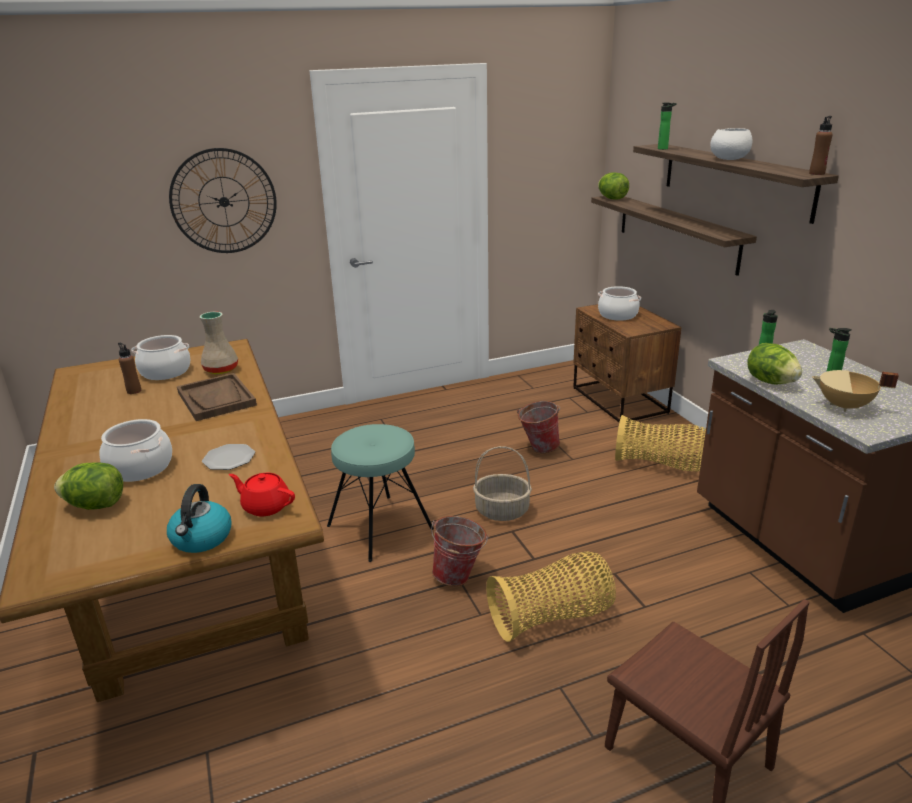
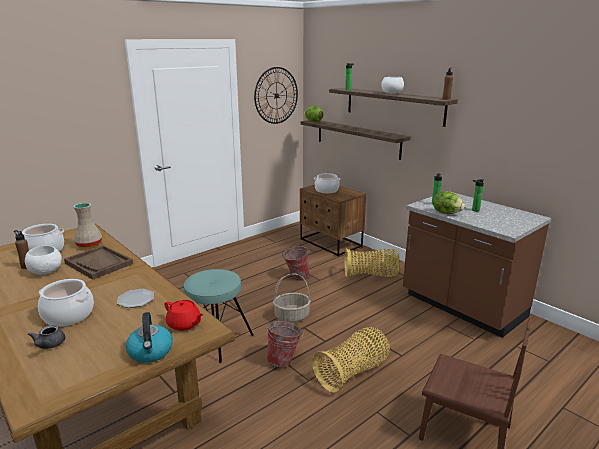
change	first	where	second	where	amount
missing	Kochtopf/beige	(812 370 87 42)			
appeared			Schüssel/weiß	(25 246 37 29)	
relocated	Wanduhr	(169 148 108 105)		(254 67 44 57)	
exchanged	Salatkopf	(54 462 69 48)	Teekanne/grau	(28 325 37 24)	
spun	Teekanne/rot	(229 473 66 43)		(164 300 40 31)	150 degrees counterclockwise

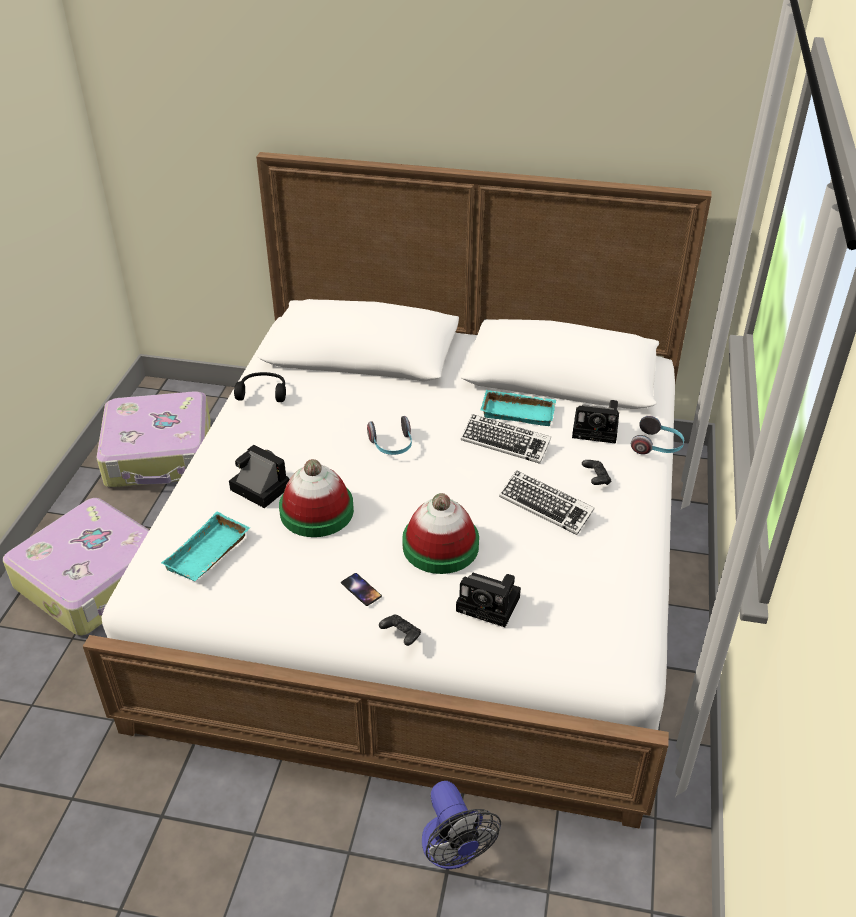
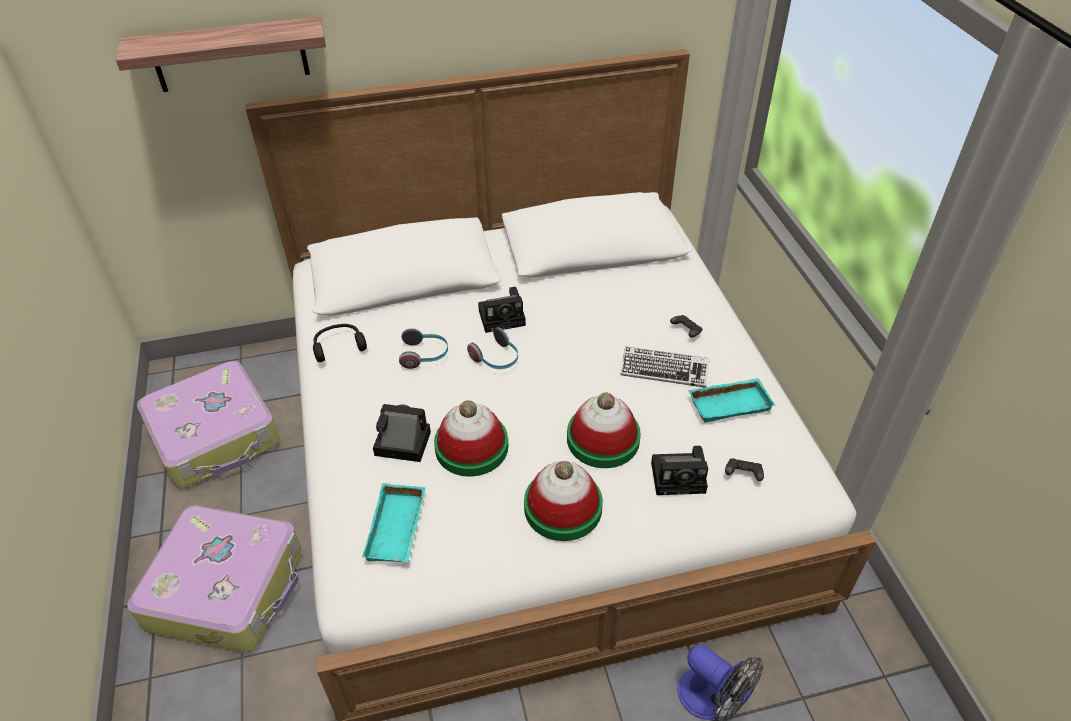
change	first	where	second	where	amount
missing	Tastatur	(461 414 90 50)			
appeared			Wandregal	(116 16 210 76)	
relocated	Gamepad/schwarz	(379 614 42 32)		(725 458 39 23)	
relocated	Tablett/türkis	(481 390 75 36)		(688 378 88 44)	
relocated	Kamera	(572 400 47 44)		(478 287 48 46)	
relocated	Kopfhörer	(631 416 53 39)		(399 328 49 41)	
exchanged	Handy	(341 573 41 33)	Hut	(524 461 79 80)	

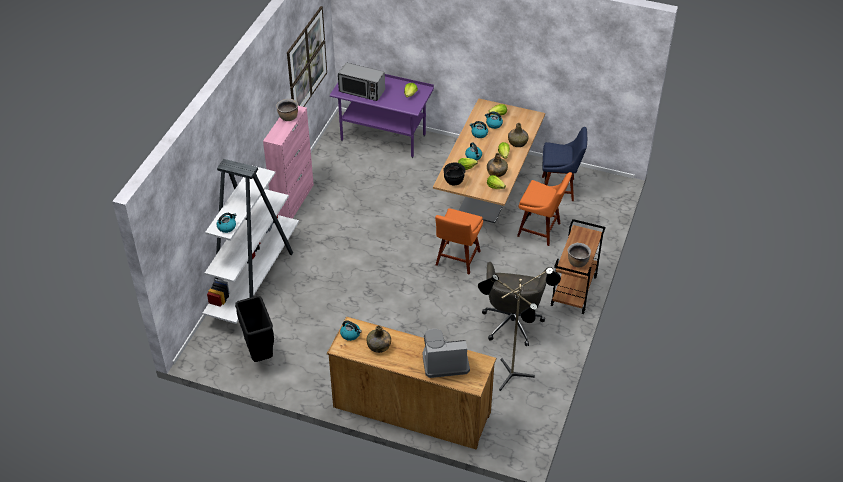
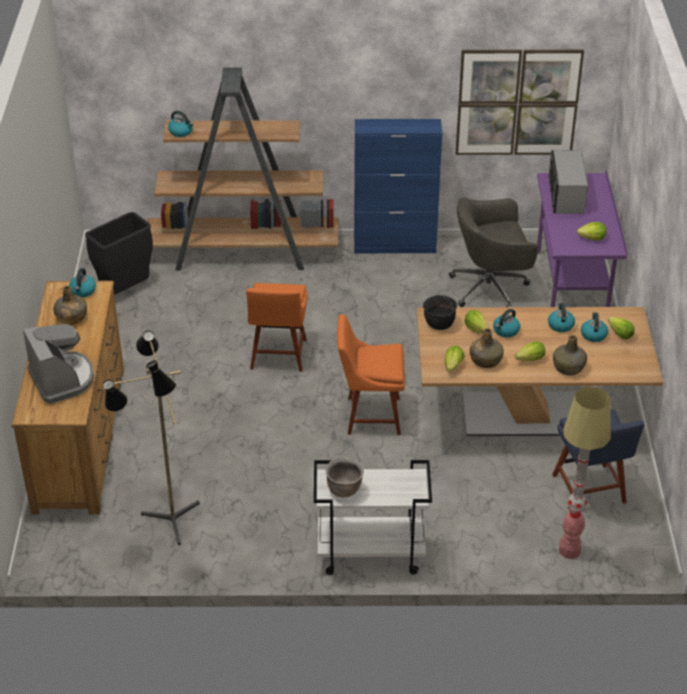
change	first	where	second	where	amount
missing	Kochtopf/braun	(276 99 22 22)			
appeared			Stehlampe	(559 386 52 173)	
relocated	Bürostuhl/grau	(482 262 65 84)		(449 197 89 110)	
relocated	Stuhl/orange	(517 172 55 74)		(246 283 61 89)	
colour	Bücherregal/weiß	(203 159 96 165)	Bücherregal/braun	(147 68 191 203)	
colour	Schrank/rosa	(263 106 51 113)	Schrank/blau	(354 119 88 134)	
colour	Rollwagen/braun	(551 219 55 95)	Rollwagen/weiß	(314 460 118 115)	

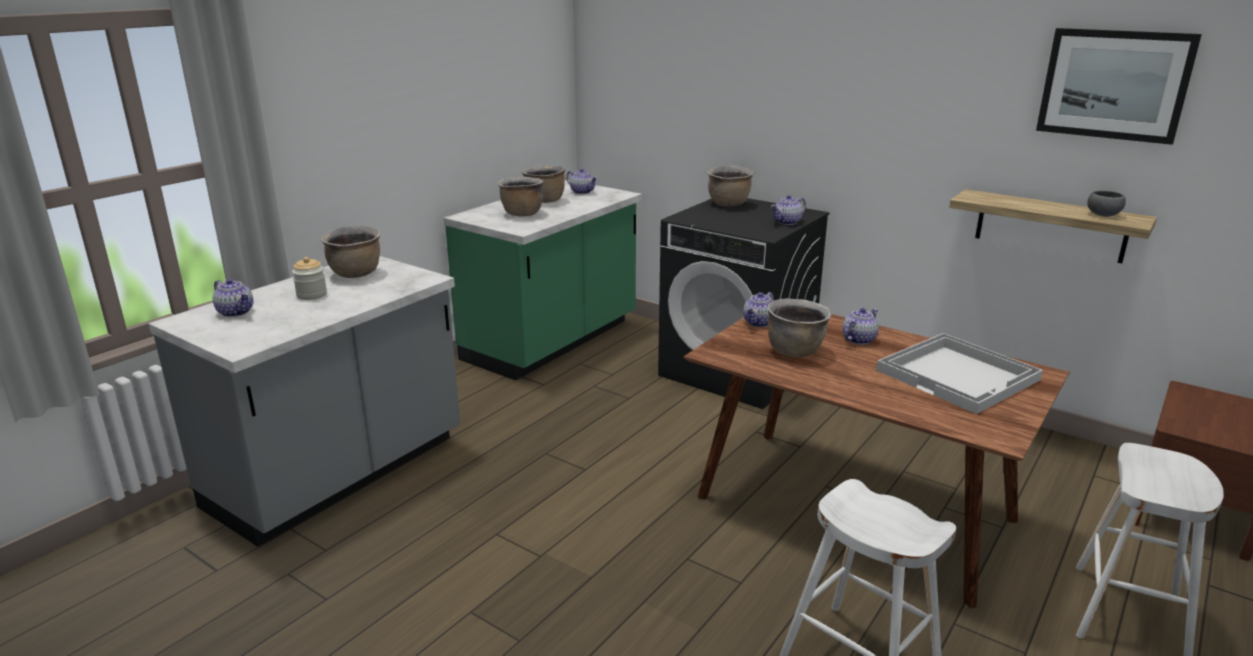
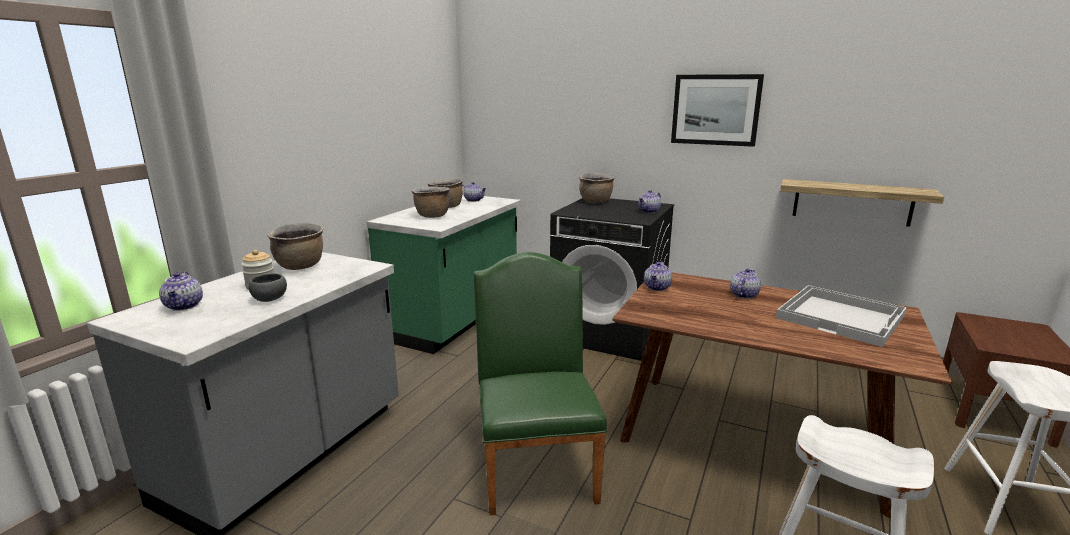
change	first	where	second	where	amount
missing	Kochtopf/braun	(768 298 63 59)			
appeared			Stuhl/grün	(474 252 133 263)	
relocated	Bild	(1036 28 166 117)		(671 74 93 73)	
relocated	Schüssel/grau	(1087 191 39 26)		(249 273 38 29)	
spun	Teekanne	(213 279 40 38)		(159 272 44 39)	45 degrees clockwise

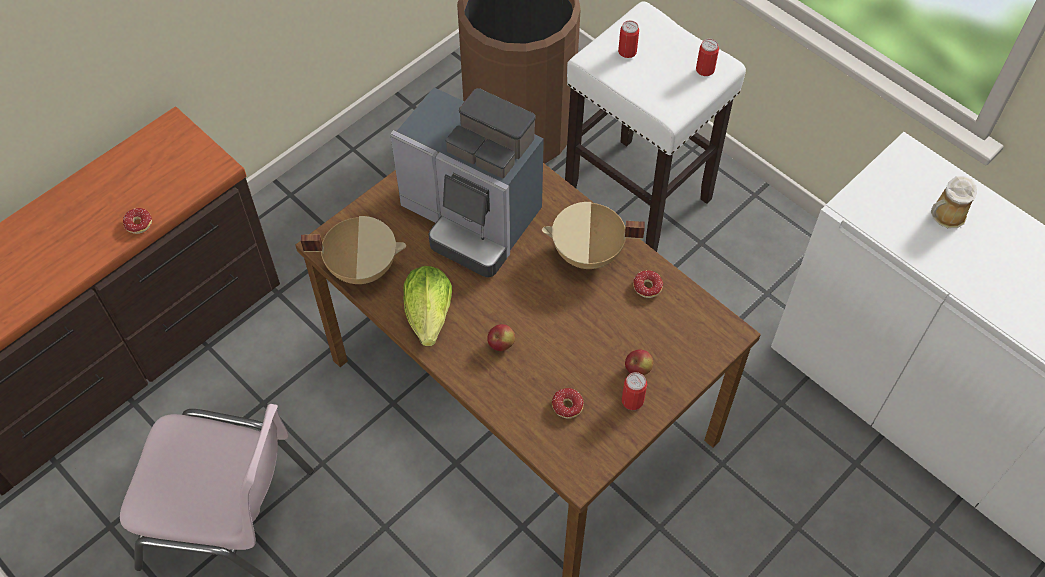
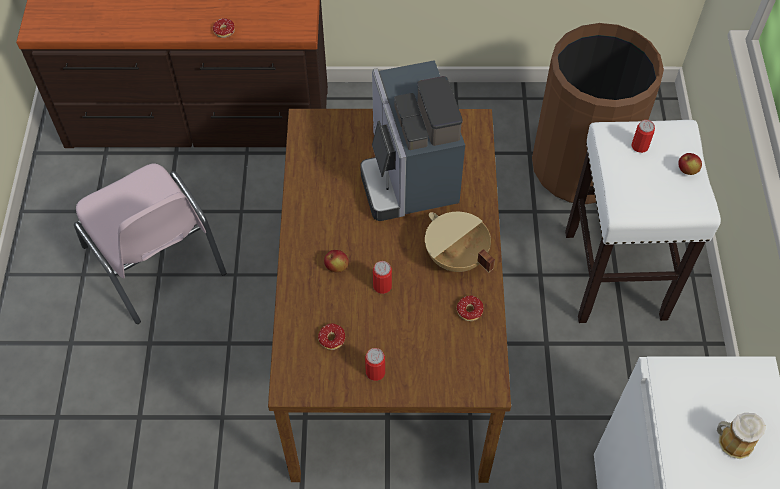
change	first	where	second	where	amount
missing	Kochtopf/beige	(301 216 105 68)			
missing	Salatkopf	(403 266 49 80)			
relocated	Apfel	(625 349 28 26)		(678 153 24 22)	
relocated	Dose	(696 39 23 37)		(373 261 19 33)	

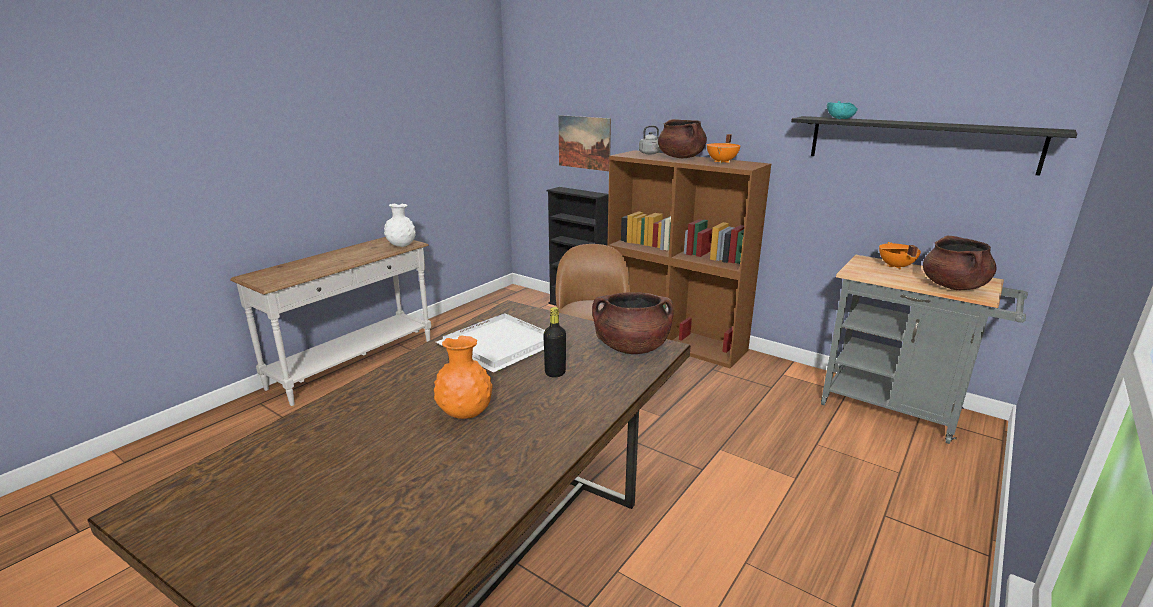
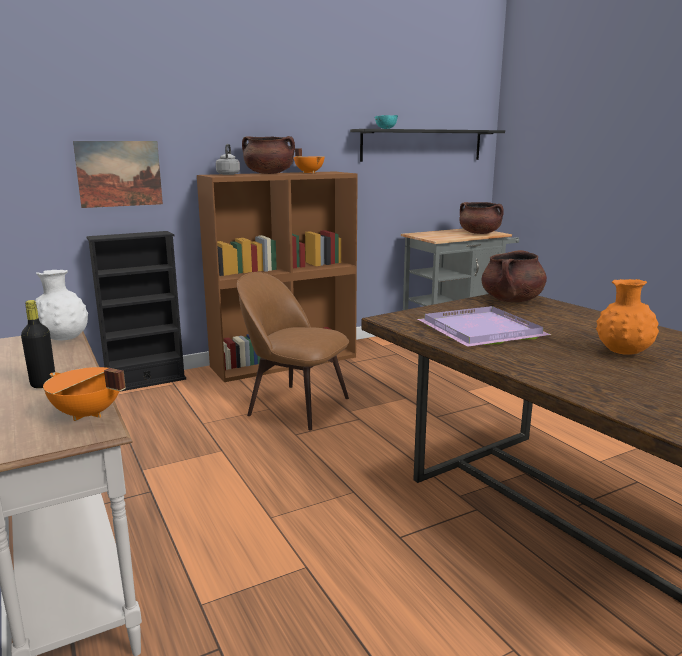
change	first	where	second	where	amount
relocated	Flasche/schwarz	(543 307 23 70)		(21 300 34 88)	
relocated	Kochtopf/orange	(879 242 42 28)		(43 367 83 54)	
colour	Tablett/weiß	(436 313 109 60)	Tablett/lila	(418 306 133 41)	

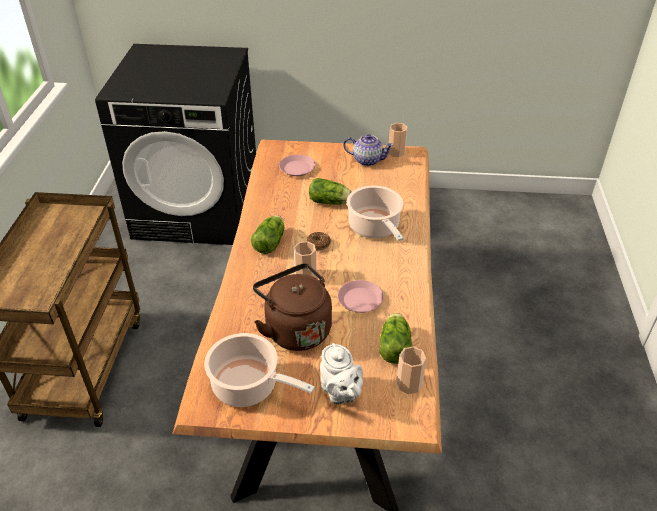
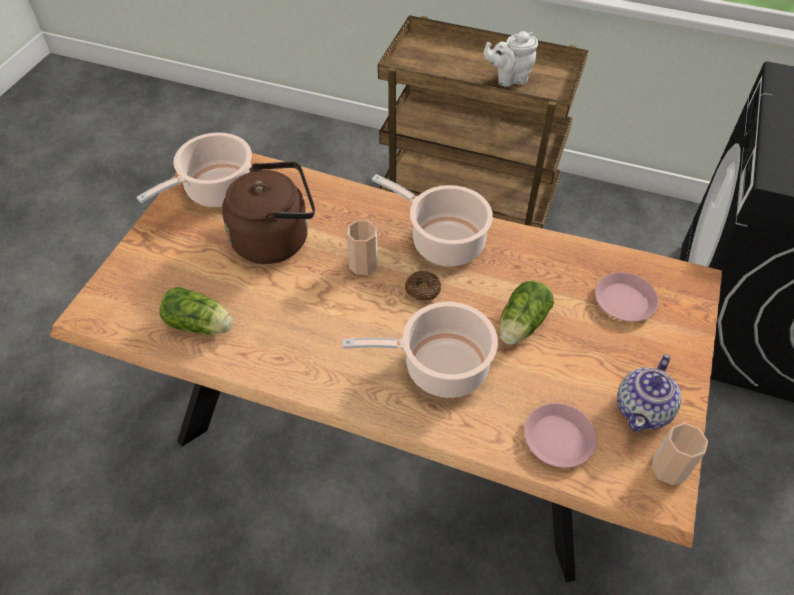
change	first	where	second	where	amount
missing	Tasse	(396 346 30 48)			
relocated	Teekanne/weiß	(320 343 43 62)		(484 31 54 56)	
relocated	Teller/rosa	(338 280 45 33)		(524 403 73 65)	
exchanged	Salatkopf	(251 215 33 39)	Kochtopf	(372 174 121 92)	

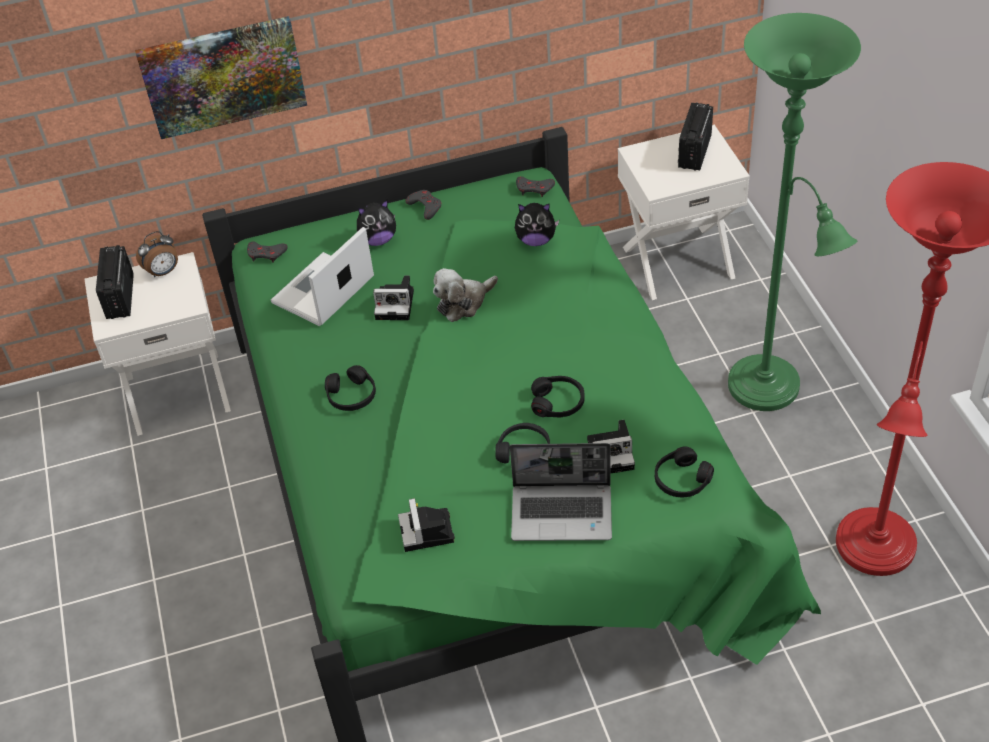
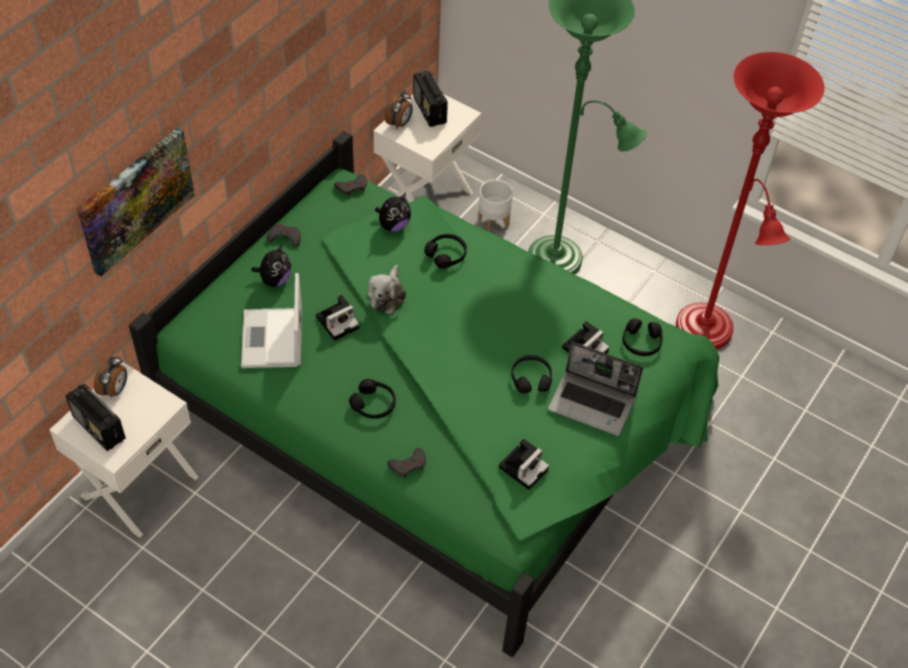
change	first	where	second	where	amount
appeared			Wecker	(385 91 28 38)	
appeared			Pflanzkübel/weiß	(478 180 35 52)	
relocated	Gamepad/grau	(247 241 41 22)		(387 448 39 30)	
relocated	Kopfhörer/schwarz	(531 376 54 41)		(424 234 43 35)	
spun	Kamera	(398 498 57 54)		(499 439 50 51)	90 degrees counterclockwise
spun	Laptop	(510 443 102 98)		(548 342 95 94)	60 degrees clockwise

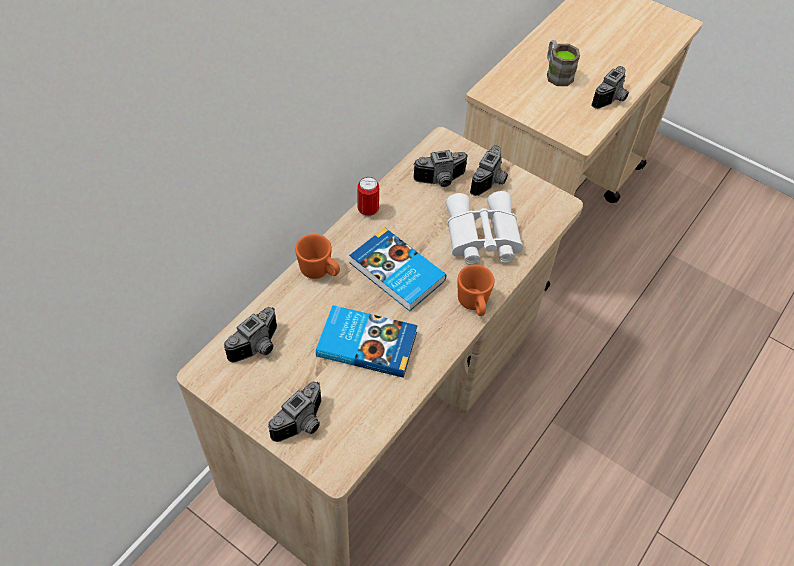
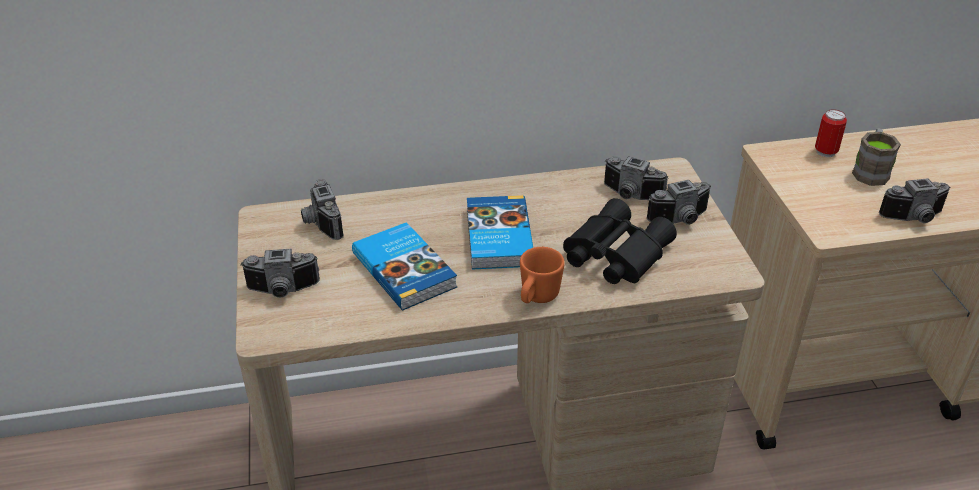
change	first	where	second	where	amount
missing	Henkelbecher/orange	(295 234 45 45)			
relocated	Dose	(357 177 22 40)		(815 109 32 48)	
colour	Fernglas/weiß	(446 191 77 73)	Fernglas/schwarz	(563 198 114 86)	
spun	Kamera	(224 307 53 56)		(301 179 43 61)	75 degrees clockwise

